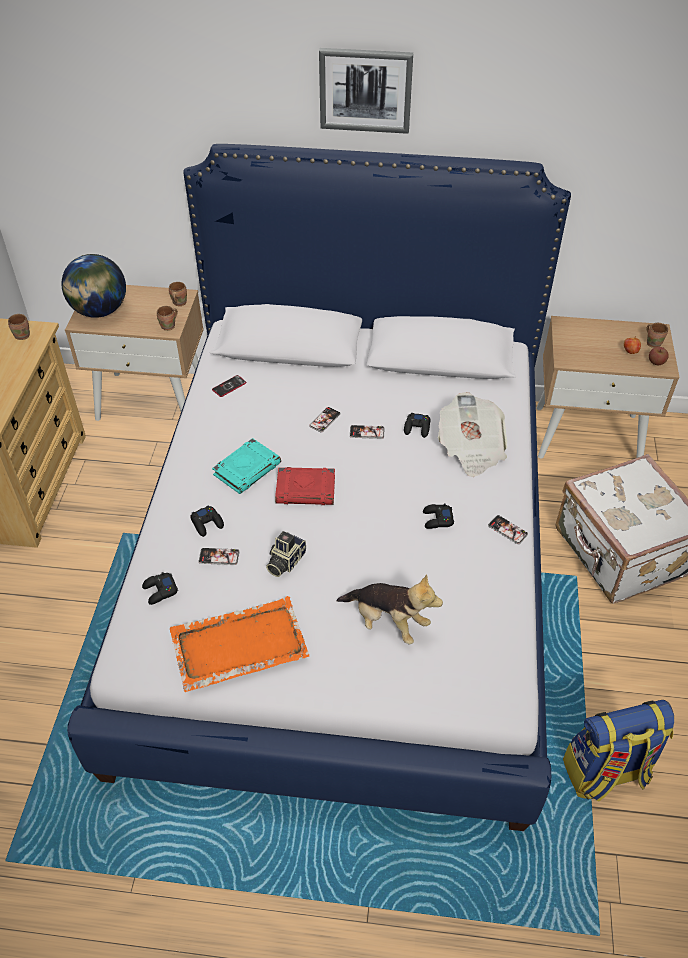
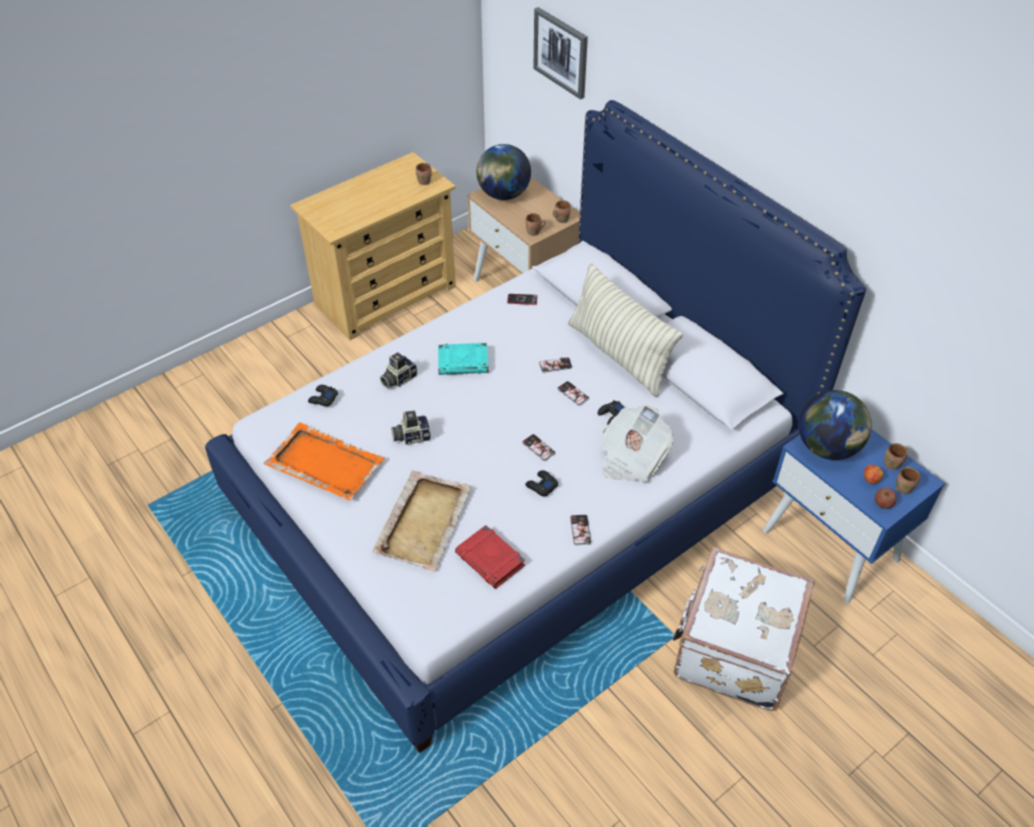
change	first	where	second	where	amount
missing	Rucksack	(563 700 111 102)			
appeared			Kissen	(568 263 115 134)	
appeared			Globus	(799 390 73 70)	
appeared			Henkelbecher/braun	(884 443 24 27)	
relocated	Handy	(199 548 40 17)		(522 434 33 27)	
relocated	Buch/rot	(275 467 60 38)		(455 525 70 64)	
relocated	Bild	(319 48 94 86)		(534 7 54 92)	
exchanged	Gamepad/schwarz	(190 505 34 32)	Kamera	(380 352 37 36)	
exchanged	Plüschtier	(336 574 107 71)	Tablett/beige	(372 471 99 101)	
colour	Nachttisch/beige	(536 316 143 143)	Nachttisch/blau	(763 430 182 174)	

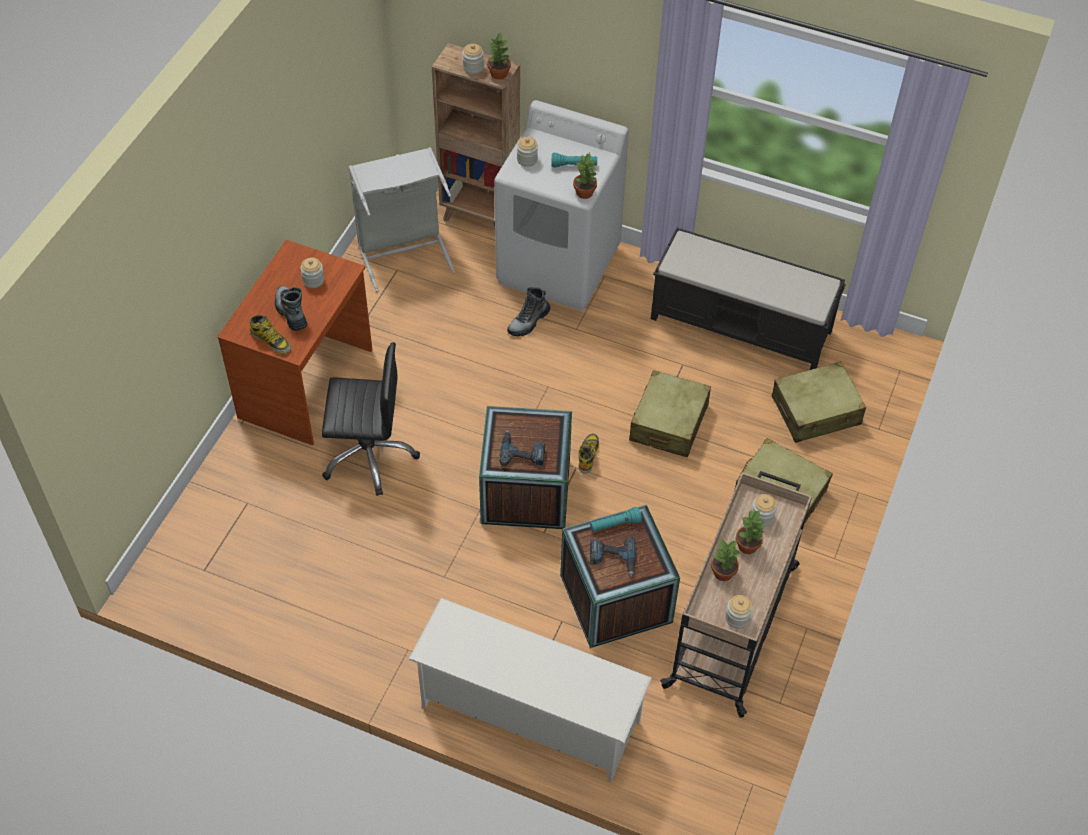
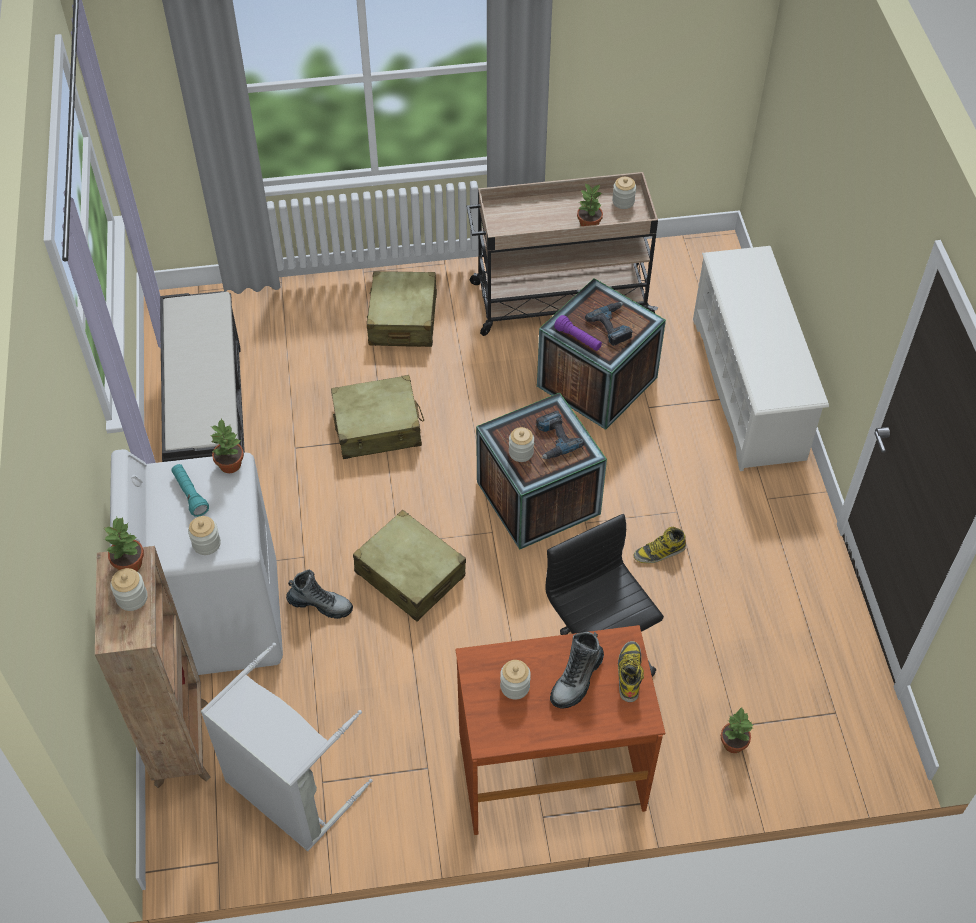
change	first	where	second	where	amount
relocated	Stiefel	(578 433 21 41)		(633 526 53 37)	
relocated	Topfpflanze	(736 509 28 45)		(721 707 33 46)	
relocated	Vorratsglas	(752 494 25 33)		(509 427 25 35)	
relocated	Koffer/beige	(772 361 94 82)		(353 510 113 112)	
colour	Taschenlampe/türkis	(590 507 52 25)	Taschenlampe/lila	(554 315 48 36)	

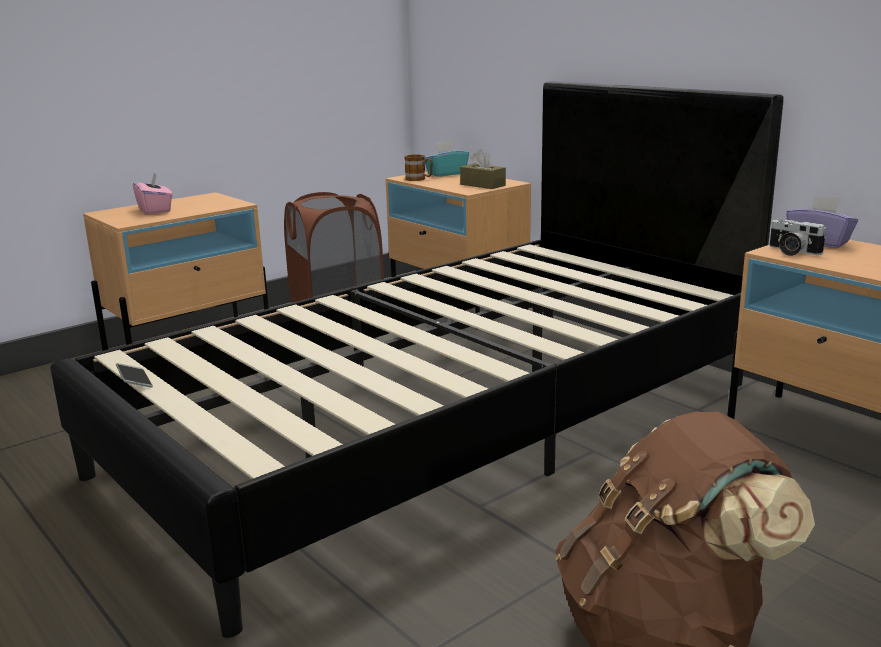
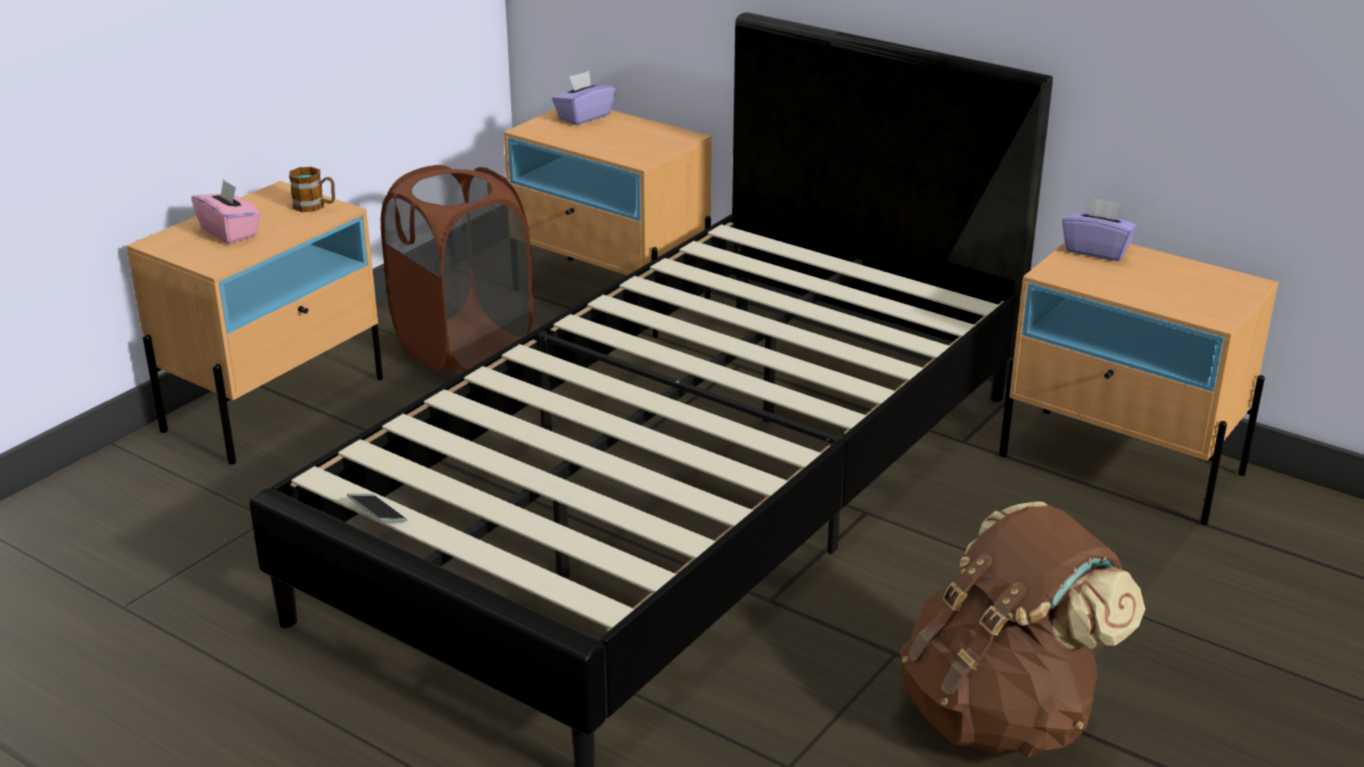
change	first	where	second	where	amount
missing	Taschentuchbox/braun	(460 149 46 40)			
missing	Kamera	(769 219 57 37)			
relocated	Henkelbecher	(405 154 28 27)		(289 167 46 45)	
colour	Taschentuchbox/türkis	(424 141 45 36)	Taschentuchbox/lila	(552 71 64 54)	

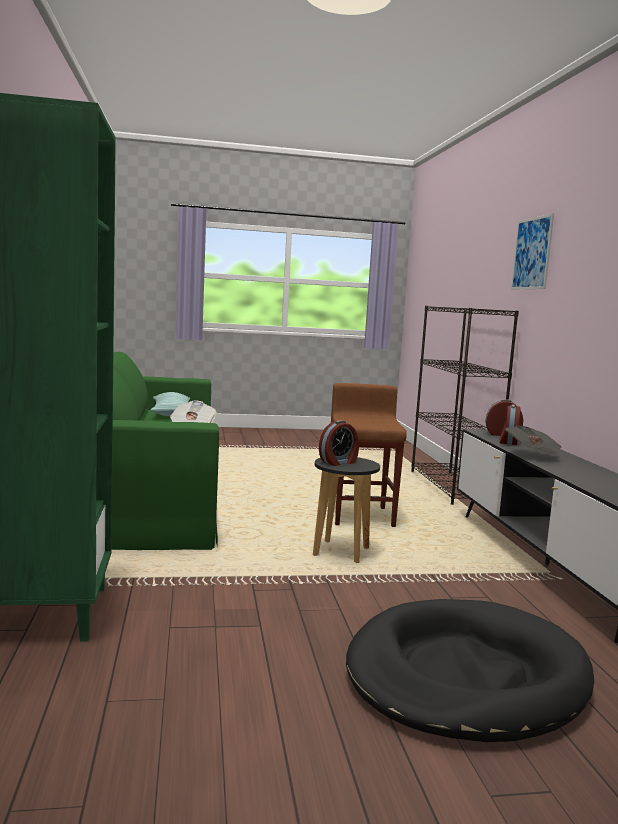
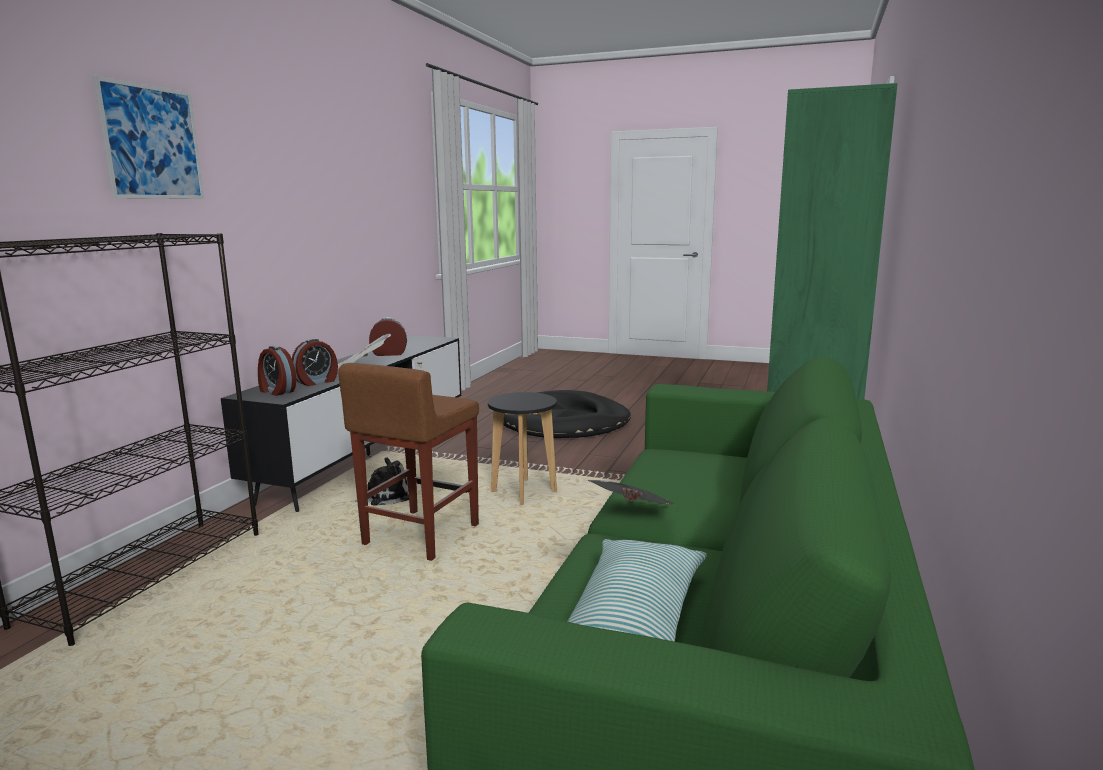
change	first	where	second	where	amount
appeared			Plüschtier	(351 457 58 49)	
relocated	Wecker	(319 420 40 46)		(369 318 38 38)	

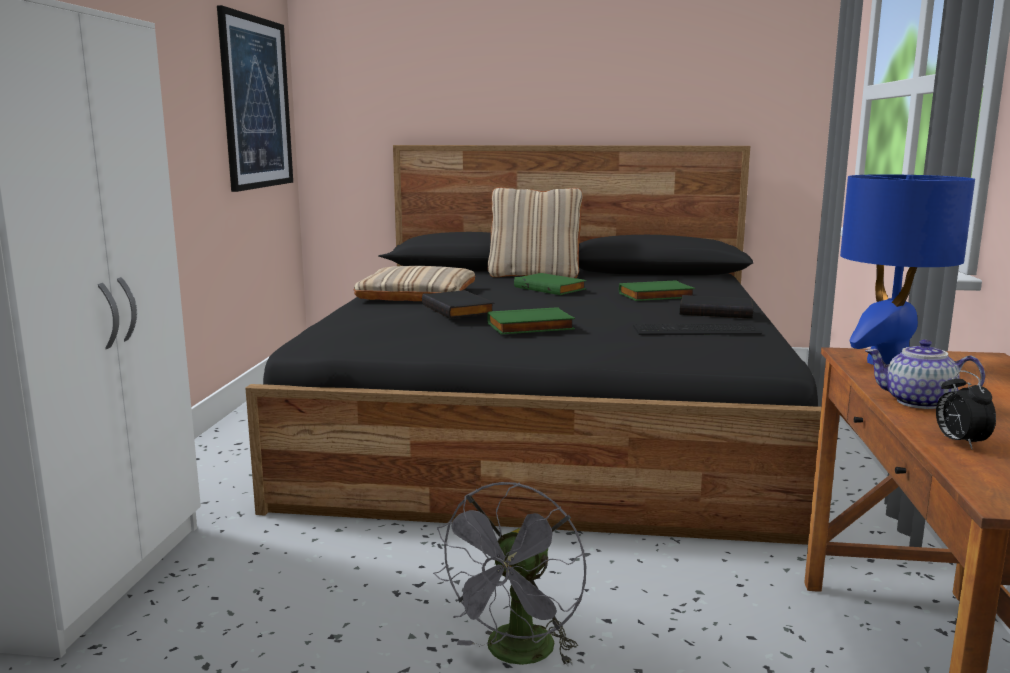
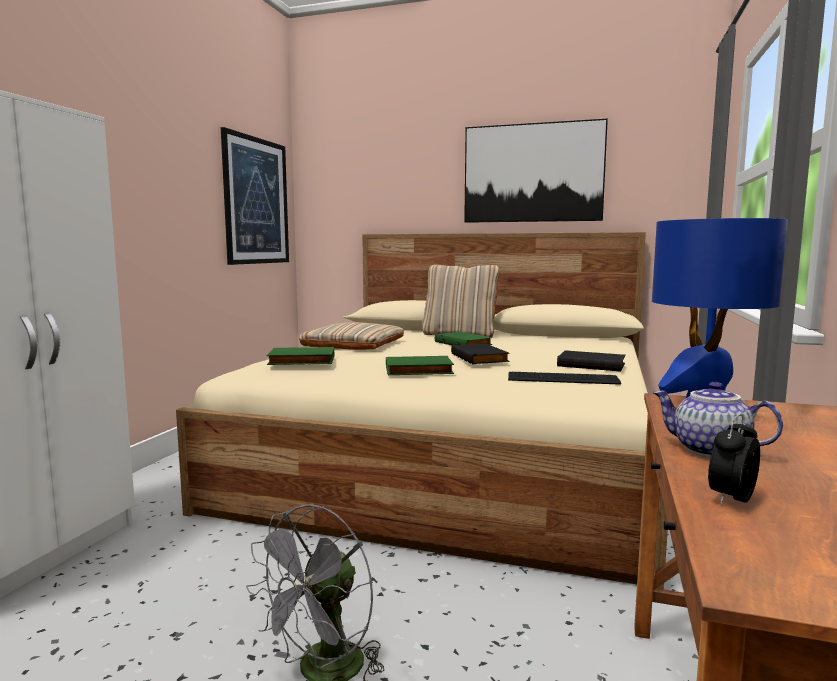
change	first	where	second	where	amount
appeared			Bild	(464 119 144 104)	
relocated	Buch/schwarz	(422 290 73 29)		(451 344 58 20)	
relocated	Buch/grün	(619 280 76 21)		(267 347 67 18)	
colour	Bett/schwarz	(245 145 576 400)	Bett/beige	(176 232 492 357)	
spun	Wecker	(936 370 60 80)		(708 414 52 91)	45 degrees clockwise

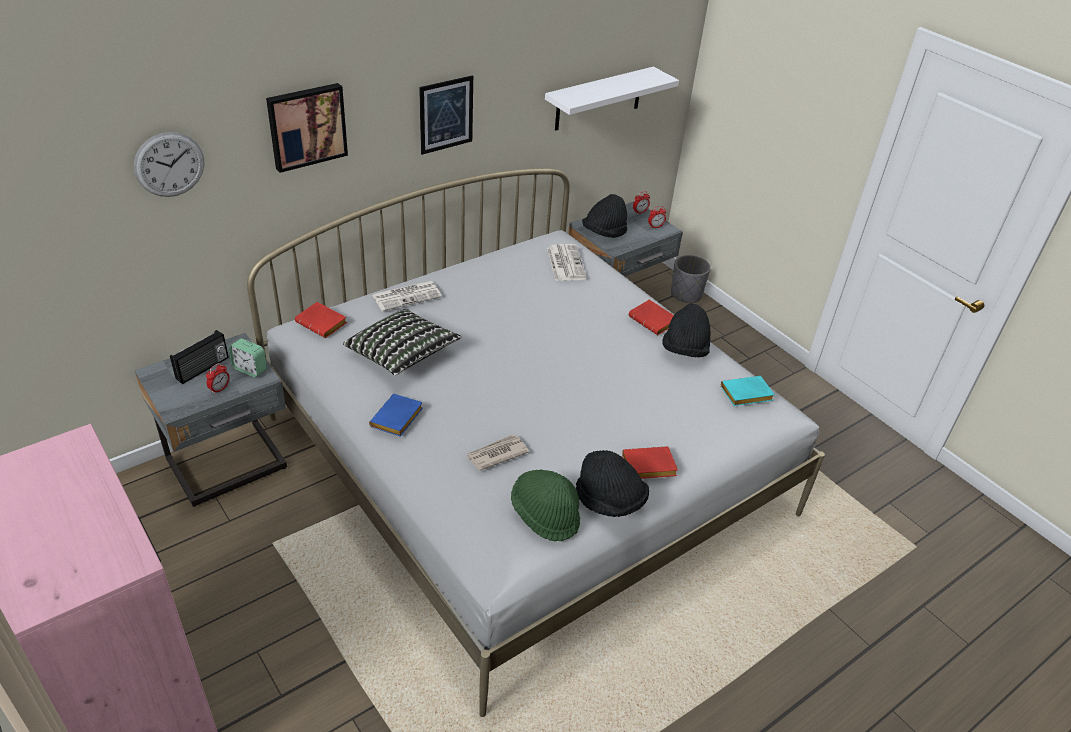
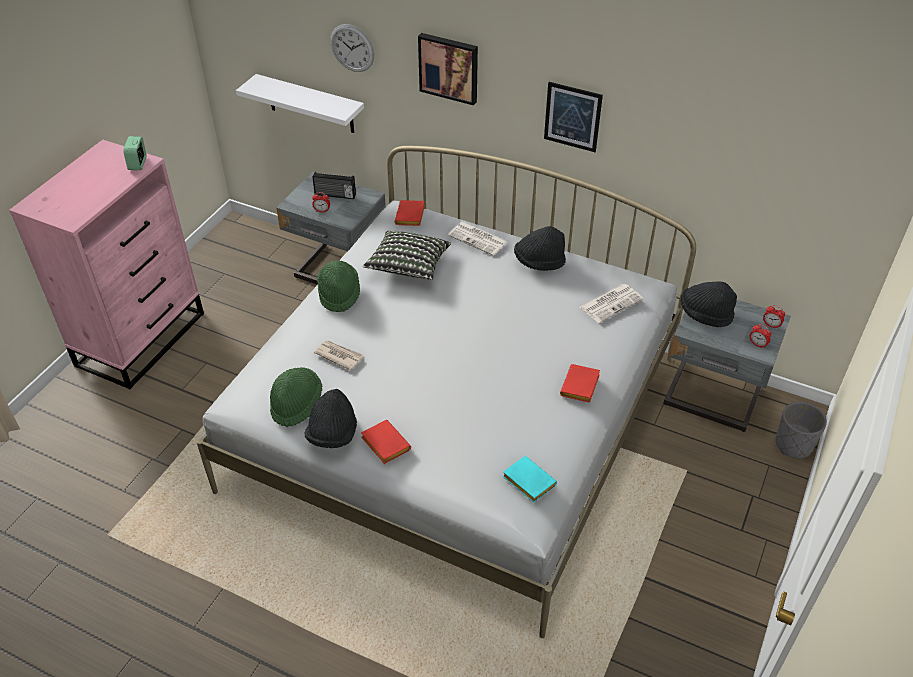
change	first	where	second	where	amount
relocated	Wecker	(229 338 38 39)		(123 136 23 34)	
relocated	Wandregal/weiß	(545 67 134 64)		(236 74 128 59)	
relocated	Hut/schwarz	(662 304 49 53)		(514 226 52 45)	
exchanged	Buch/blau	(369 394 54 43)	Hut/grün	(317 260 43 52)	

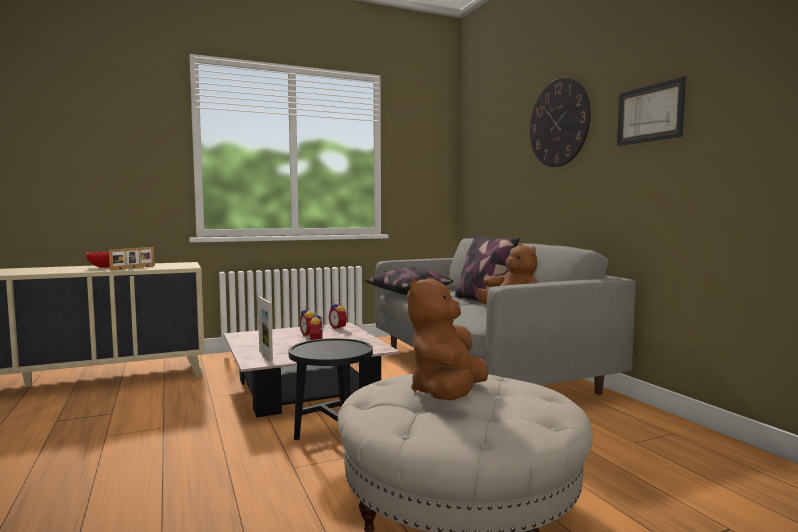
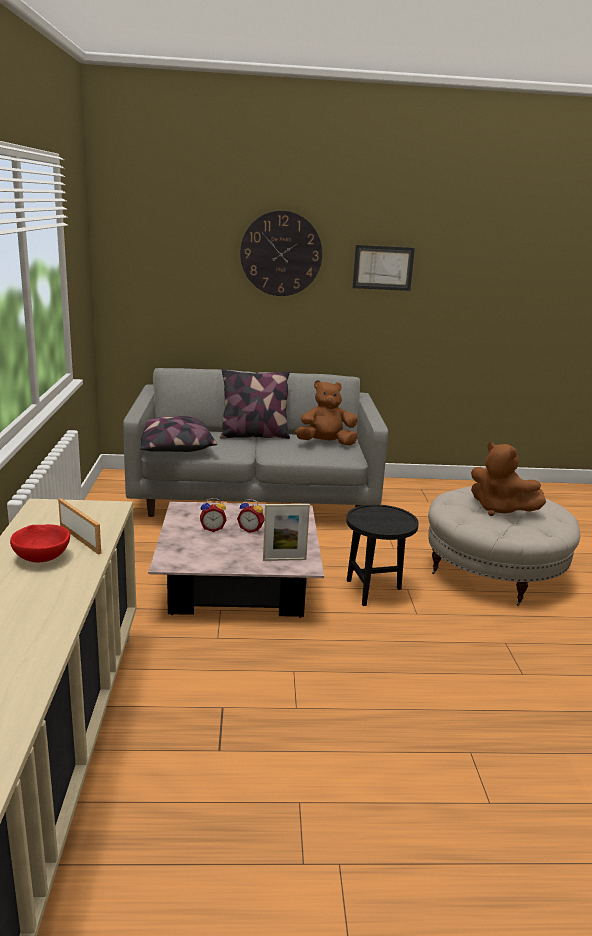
change	first	where	second	where	amount
missing	Wecker	(329 300 19 29)			

